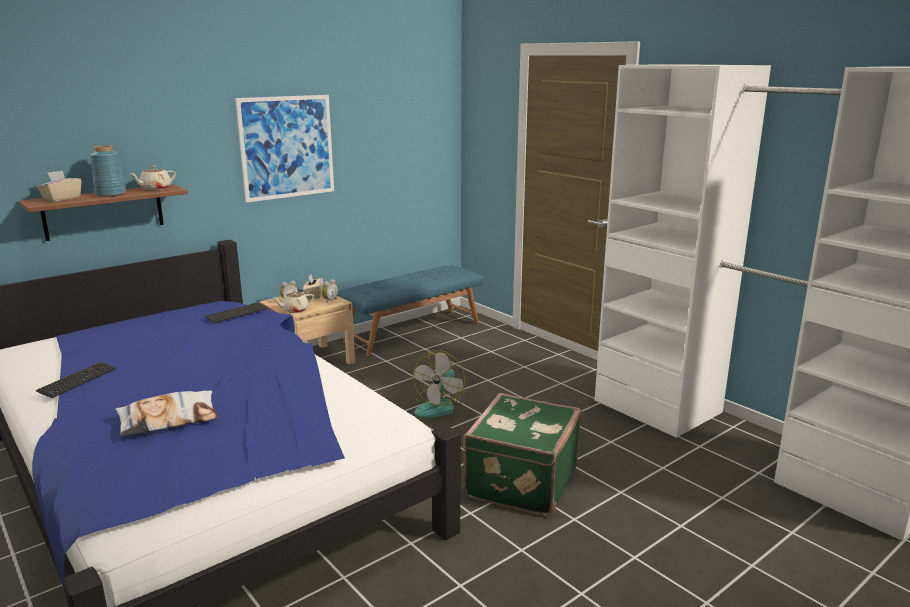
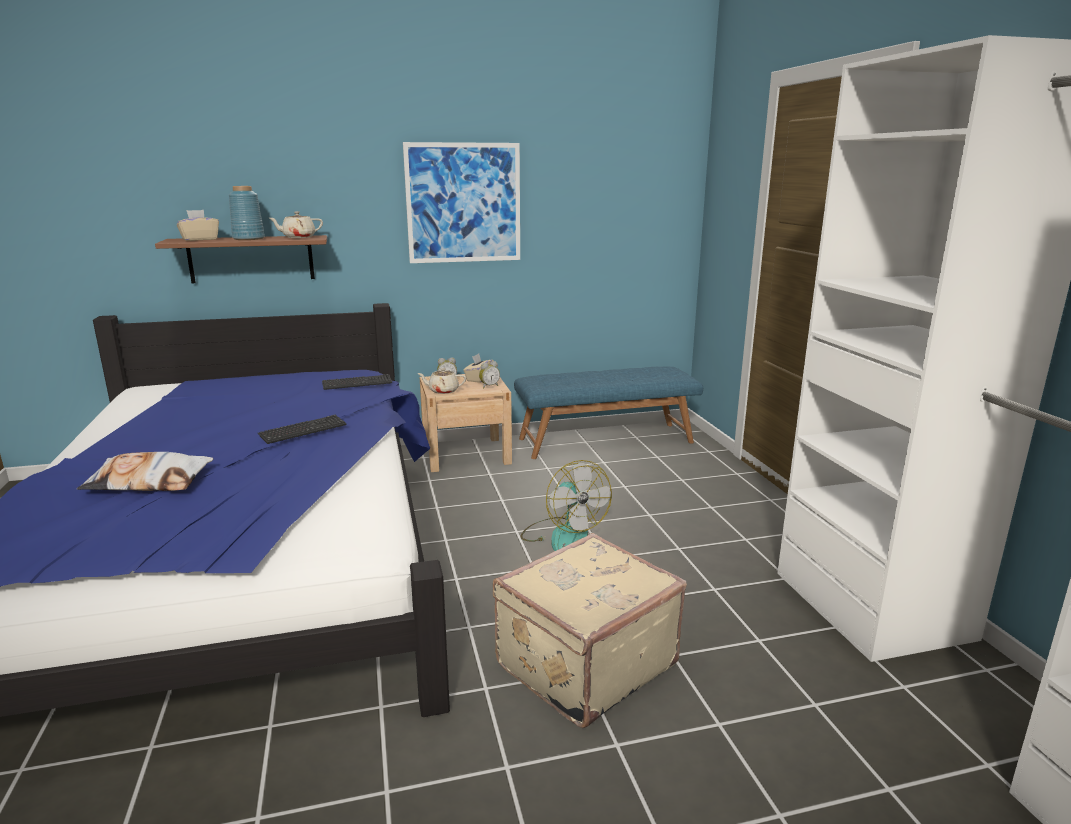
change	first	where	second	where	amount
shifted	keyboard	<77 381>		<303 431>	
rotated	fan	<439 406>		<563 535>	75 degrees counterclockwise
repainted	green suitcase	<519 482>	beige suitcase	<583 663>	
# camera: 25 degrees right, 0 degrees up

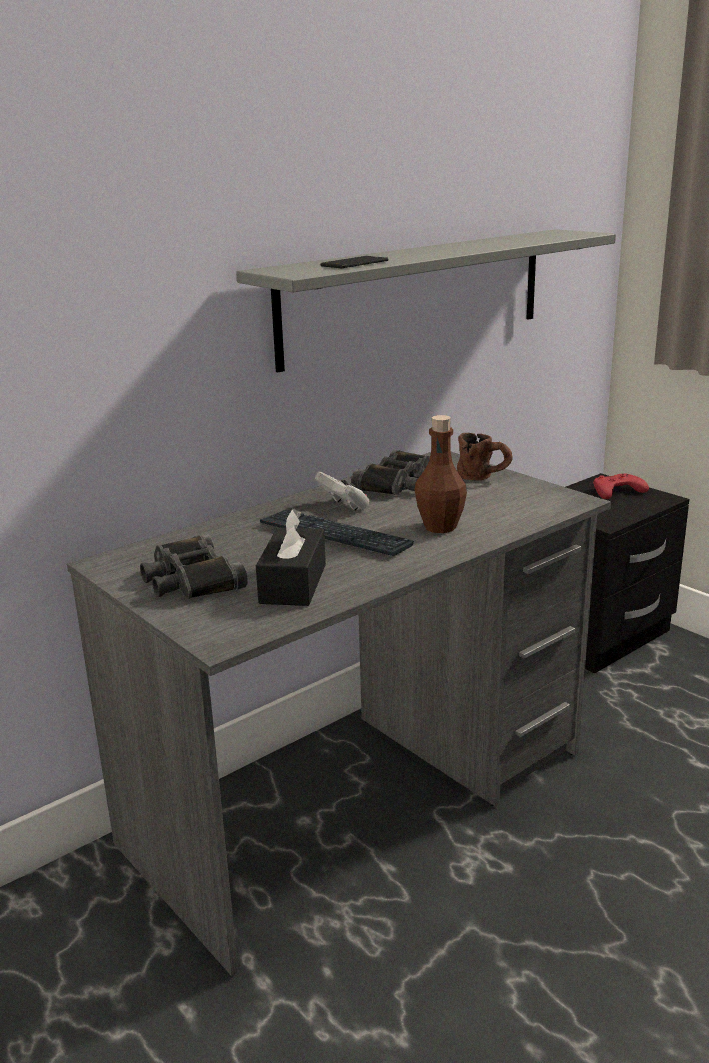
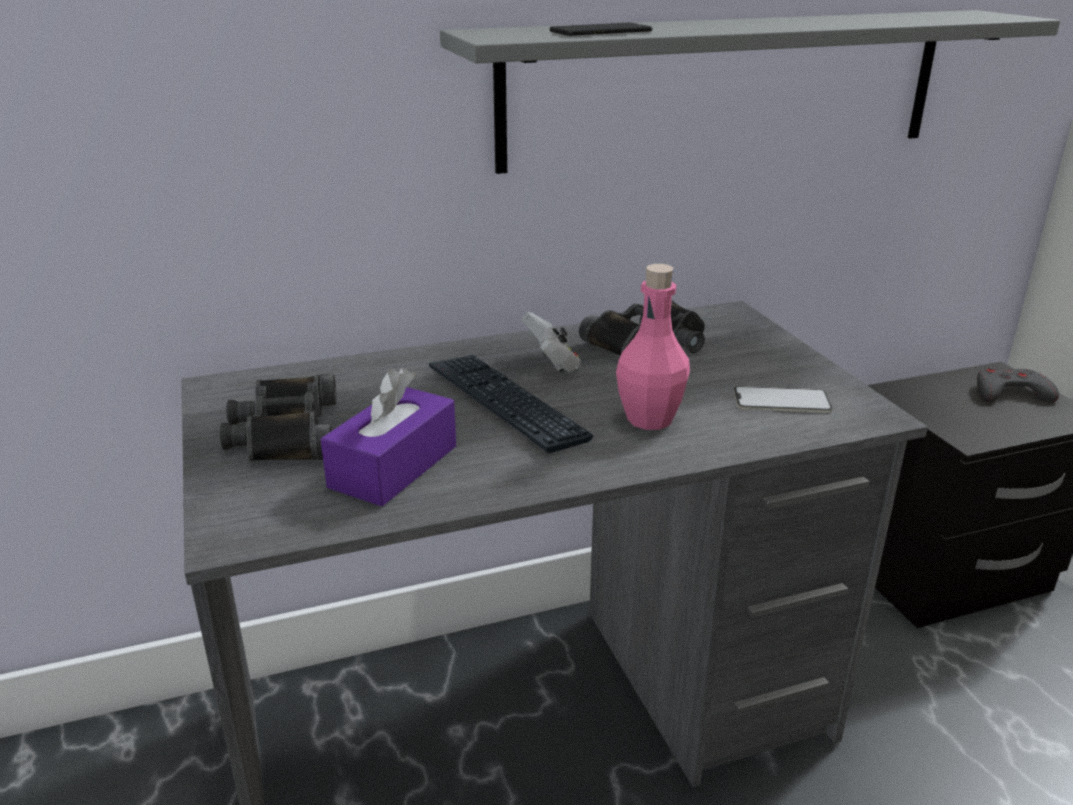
change	first	where	second	where	amount
repainted	black tissue box	<293 583>	purple tissue box	<393 466>	
repainted	brown bottle	<440 527>	pink bottle	<649 419>	
gone	brown mug	<484 477>			
repainted	red game controller	<617 491>	grey game controller	<1010 393>	
new			phone	<781 400>	
# camera: 20 degrees right, 5 degrees up

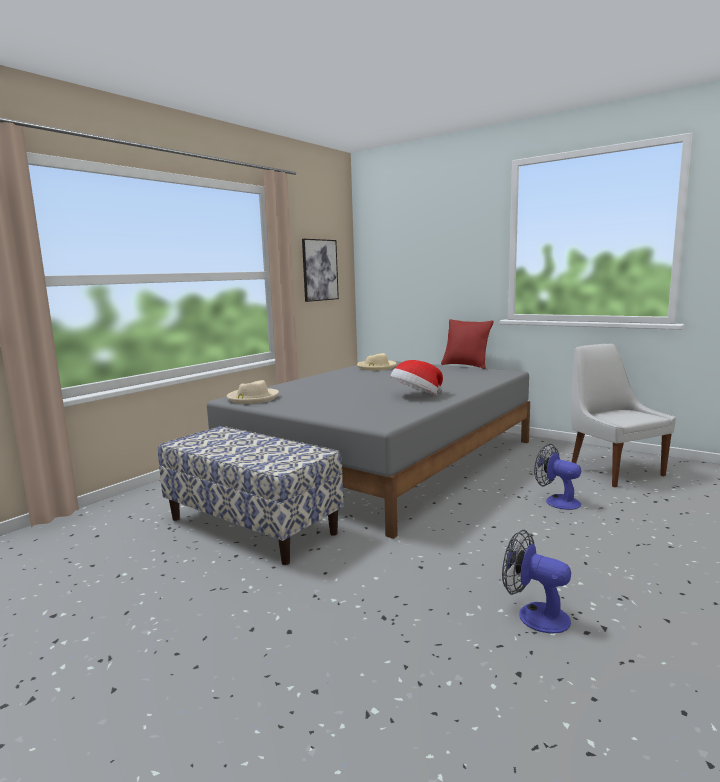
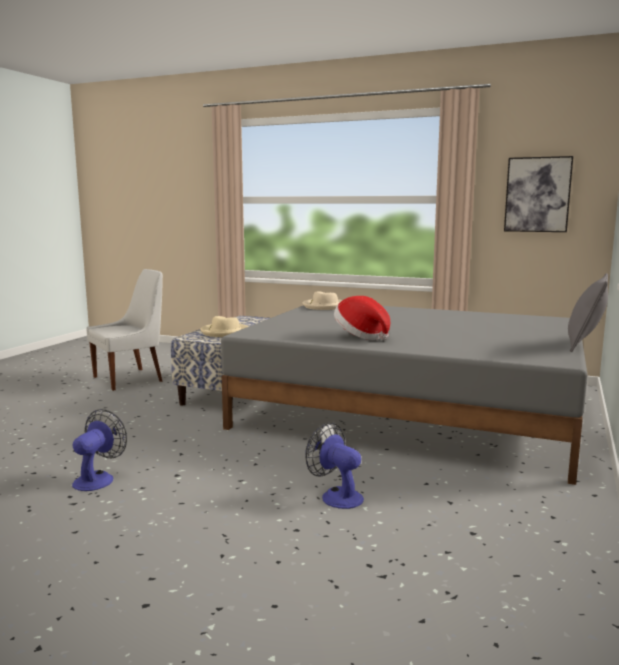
change	first	where	second	where	amount
shifted	beige hat	<376 367>		<225 332>	
repainted	red pillow	<465 365>	grey pillow	<584 345>	
rotated	fan	<557 501>		<336 496>	75 degrees counterclockwise
shifted	white chair	<613 471>		<131 379>	
# camera: 75 degrees right, 0 degrees up

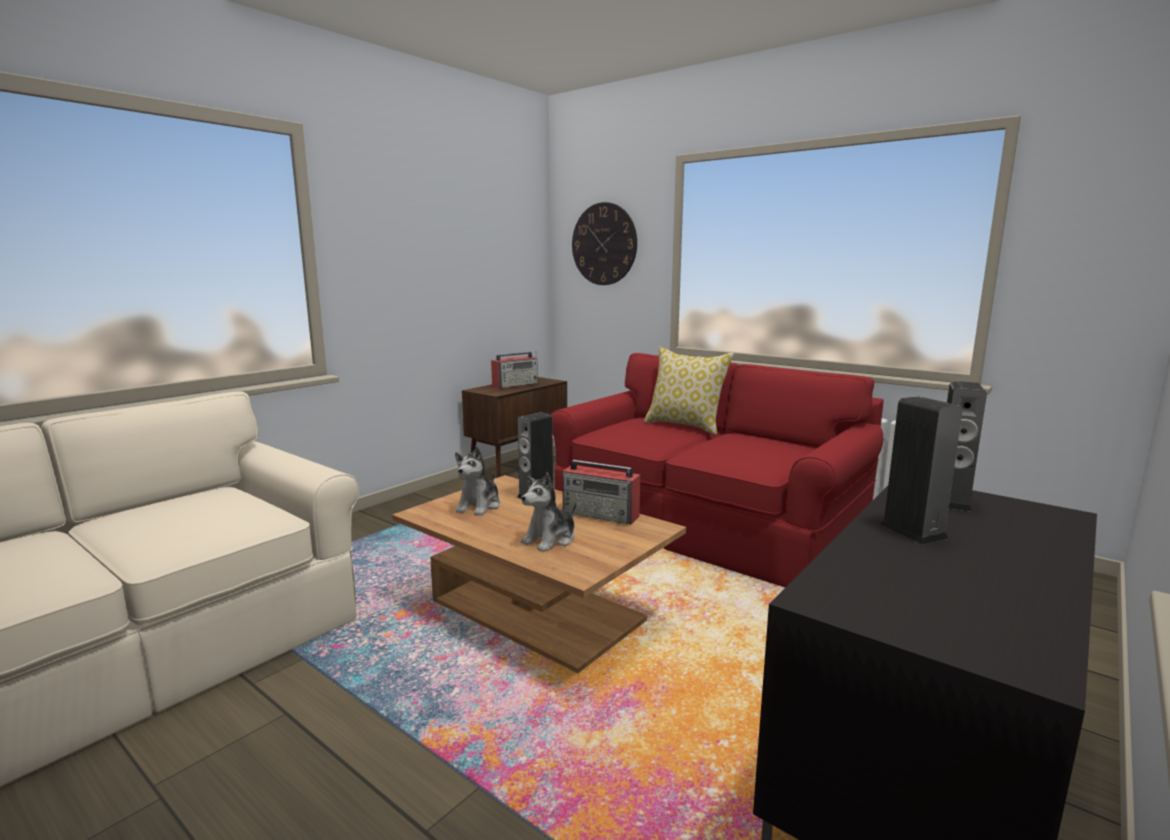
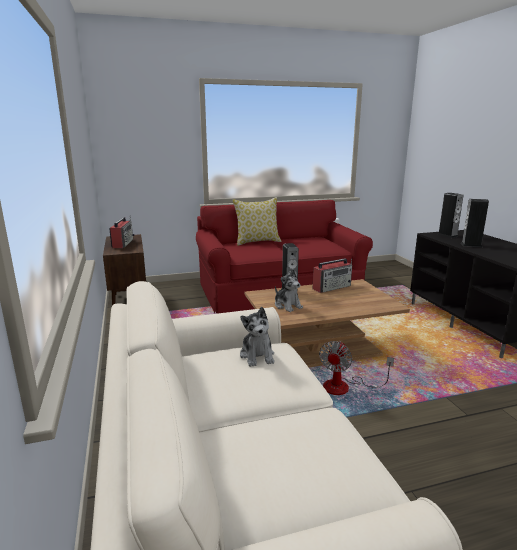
change	first	where	second	where	amount
shifted	plush toy	<550 539>		<257 355>	
gone	wall clock	<604 244>			
new			fan	<345 387>	
# camera: 55 degrees left, 5 degrees up

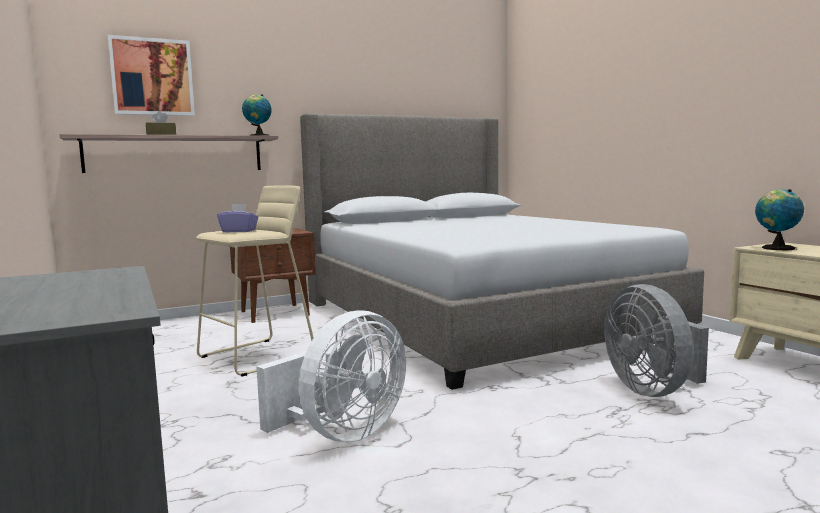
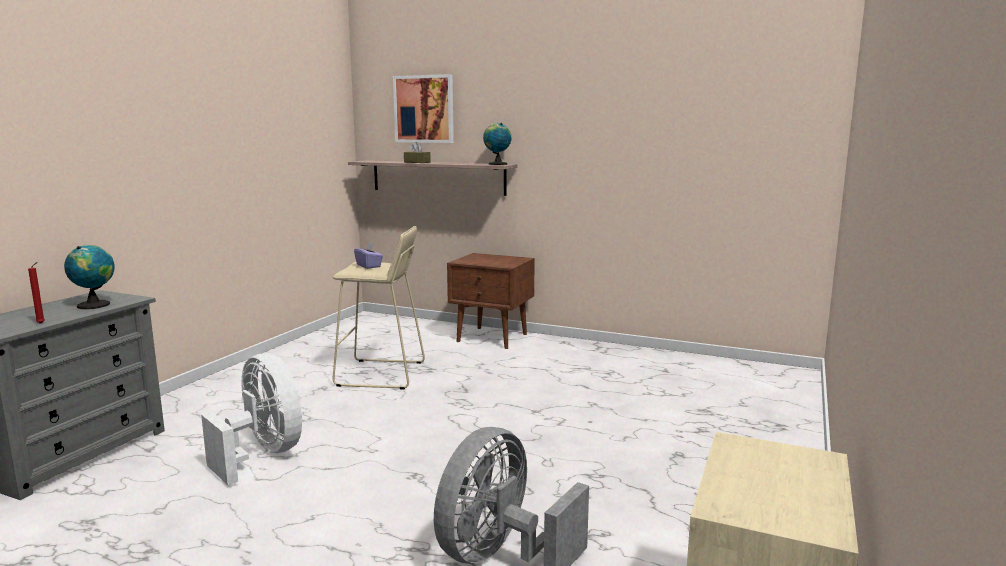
change	first	where	second	where	amount
rotated	white fan	<343 434>		<263 454>	135 degrees counterclockwise
gone	bed	<475 318>			
shifted	globe	<775 248>		<95 304>	
new			red candle	<42 323>	
# camera: 50 degrees right, 5 degrees up

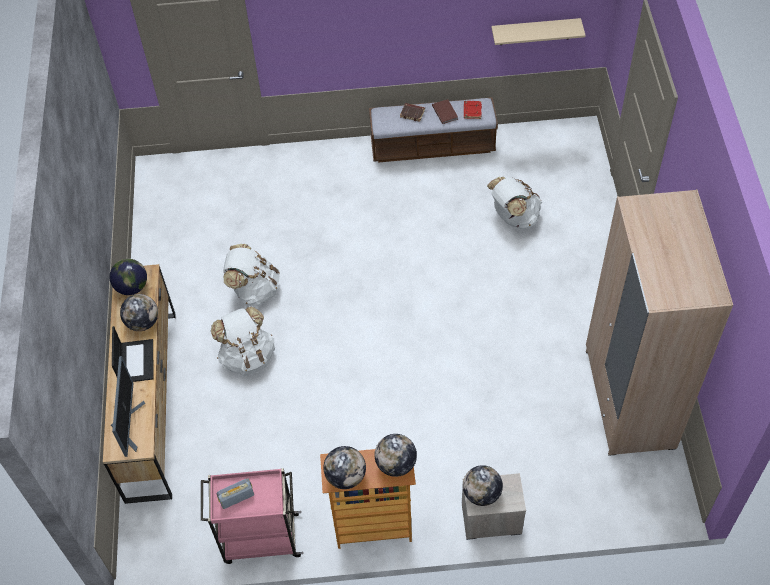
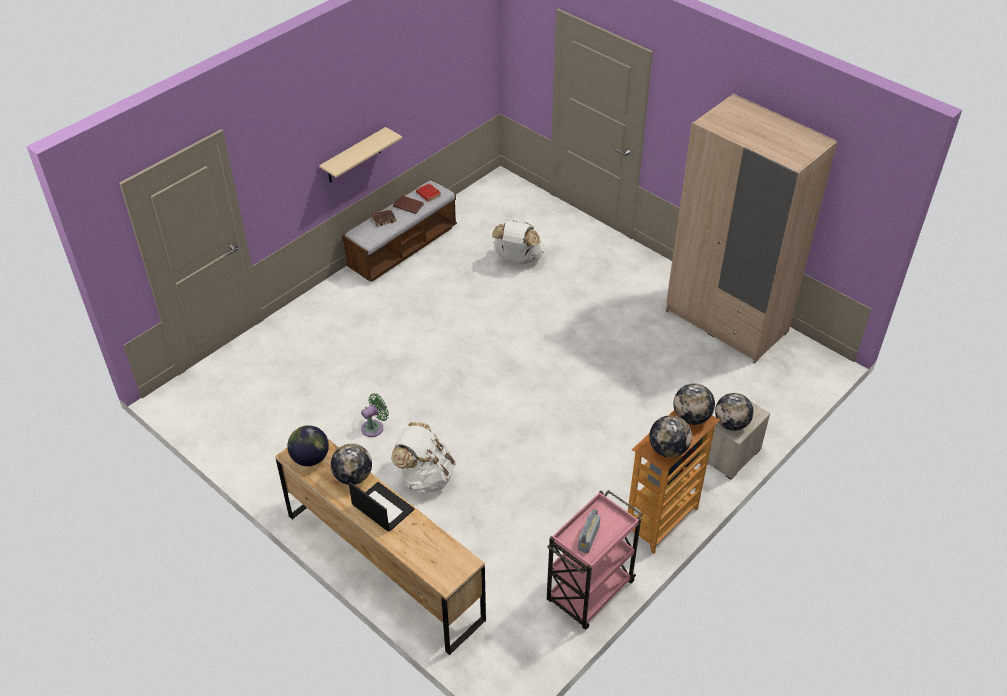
change	first	where	second	where	amount
gone	monitor	<128 425>			
swapped	white backpack	<254 290>	green fan	<374 427>	
shifted	beige shelf	<535 31>		<354 156>	
# camera: 45 degrees left, 10 degrees down

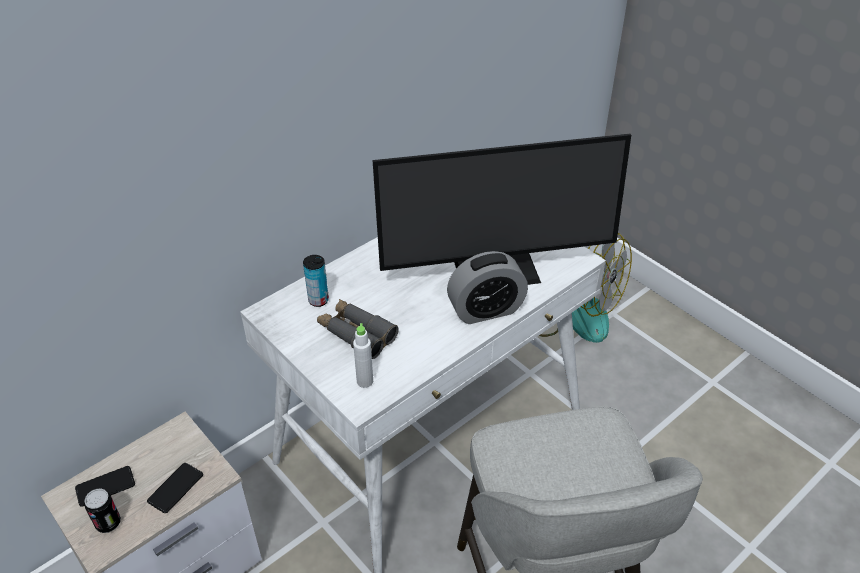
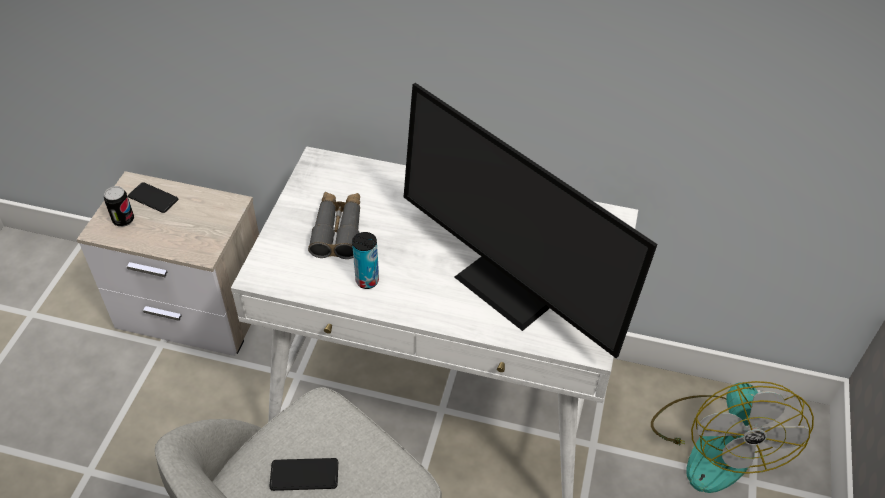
change	first	where	second	where	amount
shifted	phone	<175 488>		<304 475>	
shifted	can	<318 300>		<367 281>	
gone	white bottle	<365 381>			
gone	alarm clock	<486 310>			
# camera: 55 degrees right, 5 degrees up

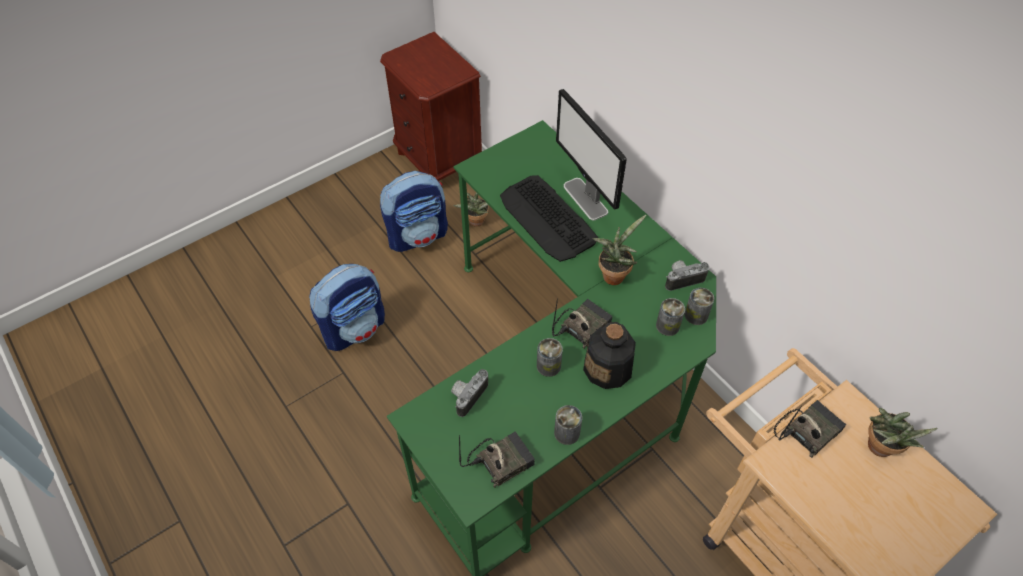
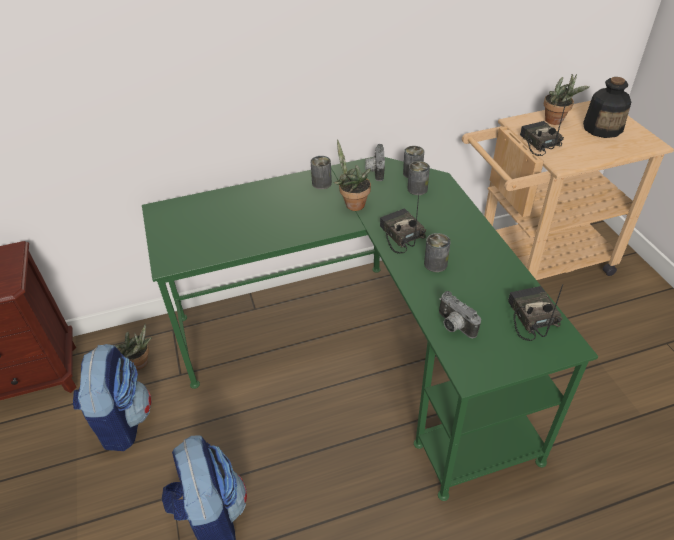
change	first	where	second	where	amount
gone	keyboard	<547 219>			
shifted	can	<567 433>		<321 183>	
gone	monitor	<585 199>			
shifted	bottle	<608 368>		<602 128>	
# camera: 70 degrees left, 10 degrees down

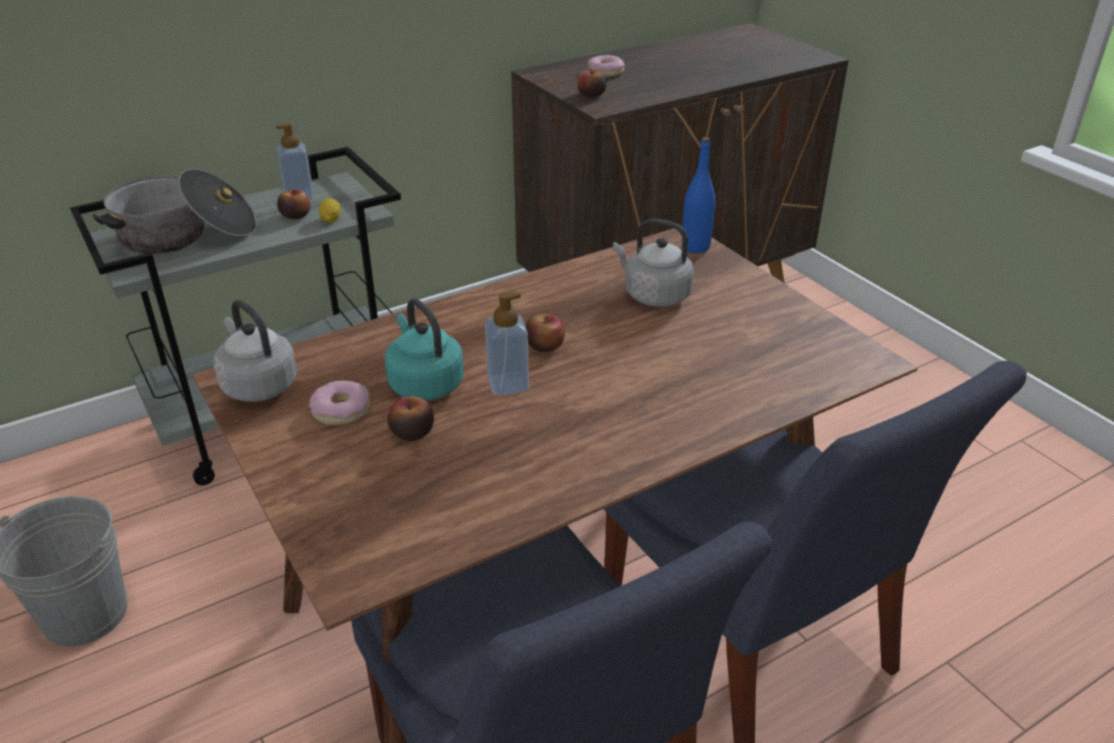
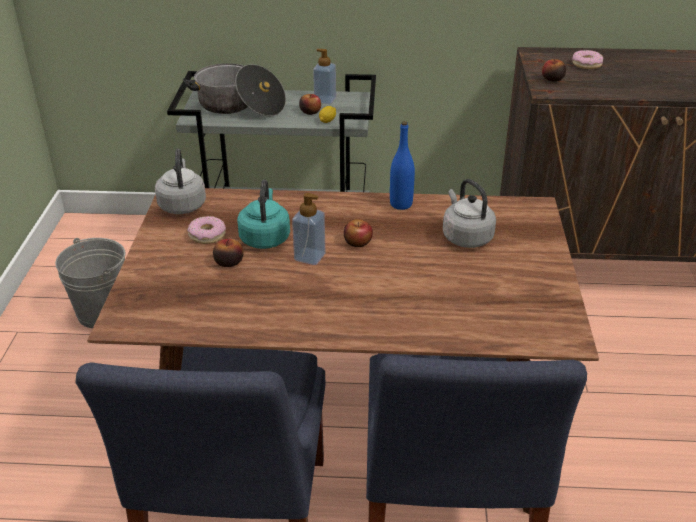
change	first	where	second	where	amount
shifted	blue bottle	<695 247>		<401 204>	
# camera: 35 degrees right, 0 degrees up

